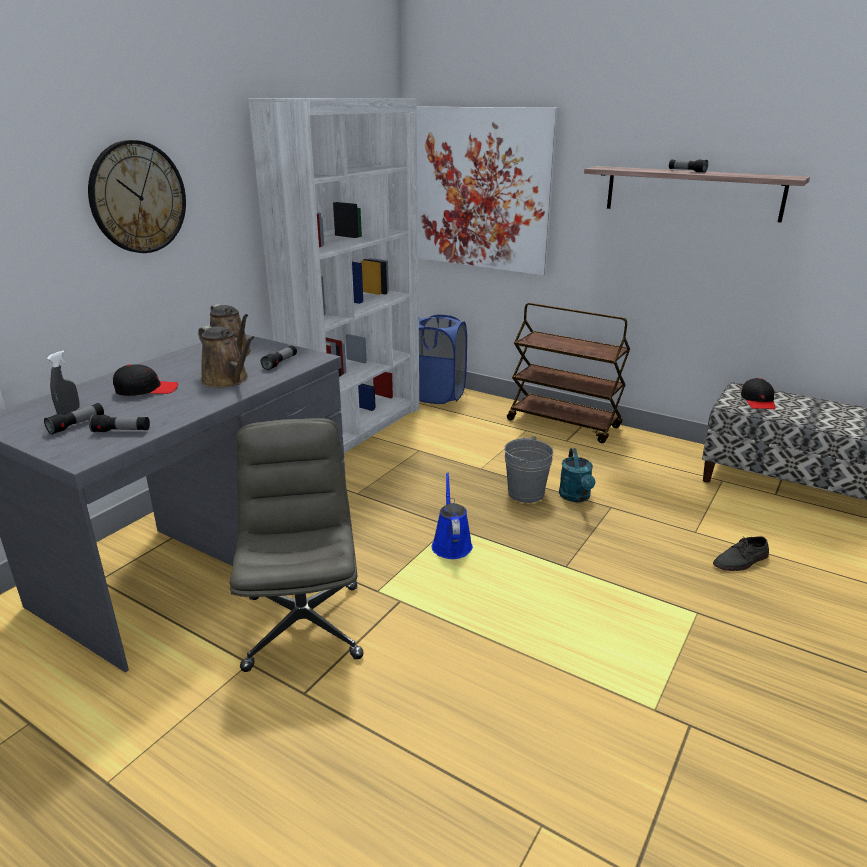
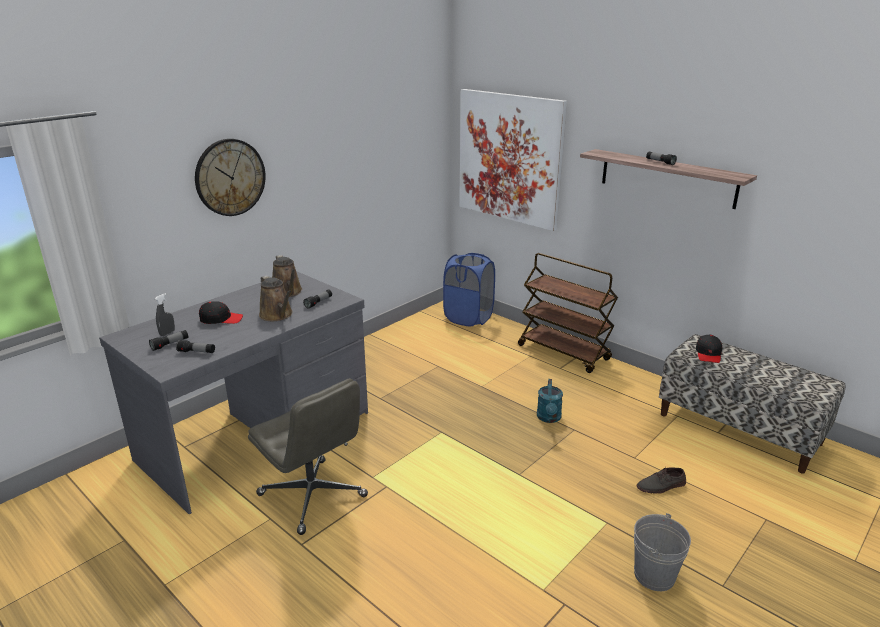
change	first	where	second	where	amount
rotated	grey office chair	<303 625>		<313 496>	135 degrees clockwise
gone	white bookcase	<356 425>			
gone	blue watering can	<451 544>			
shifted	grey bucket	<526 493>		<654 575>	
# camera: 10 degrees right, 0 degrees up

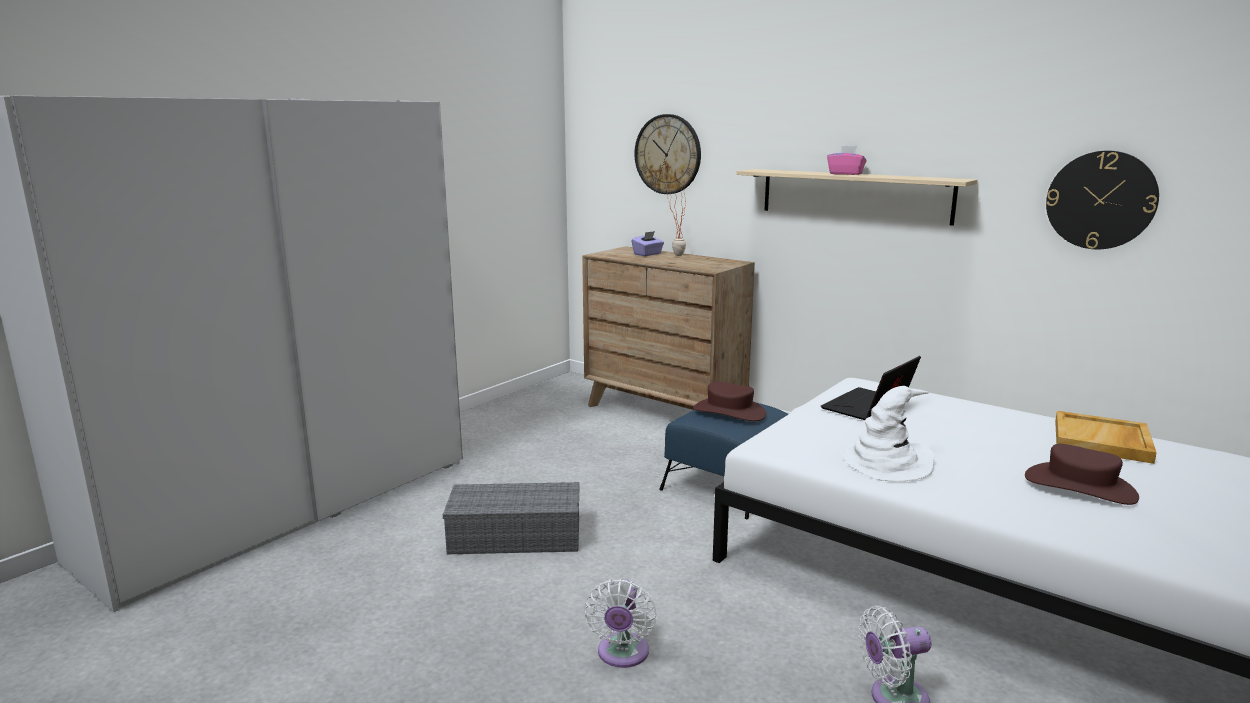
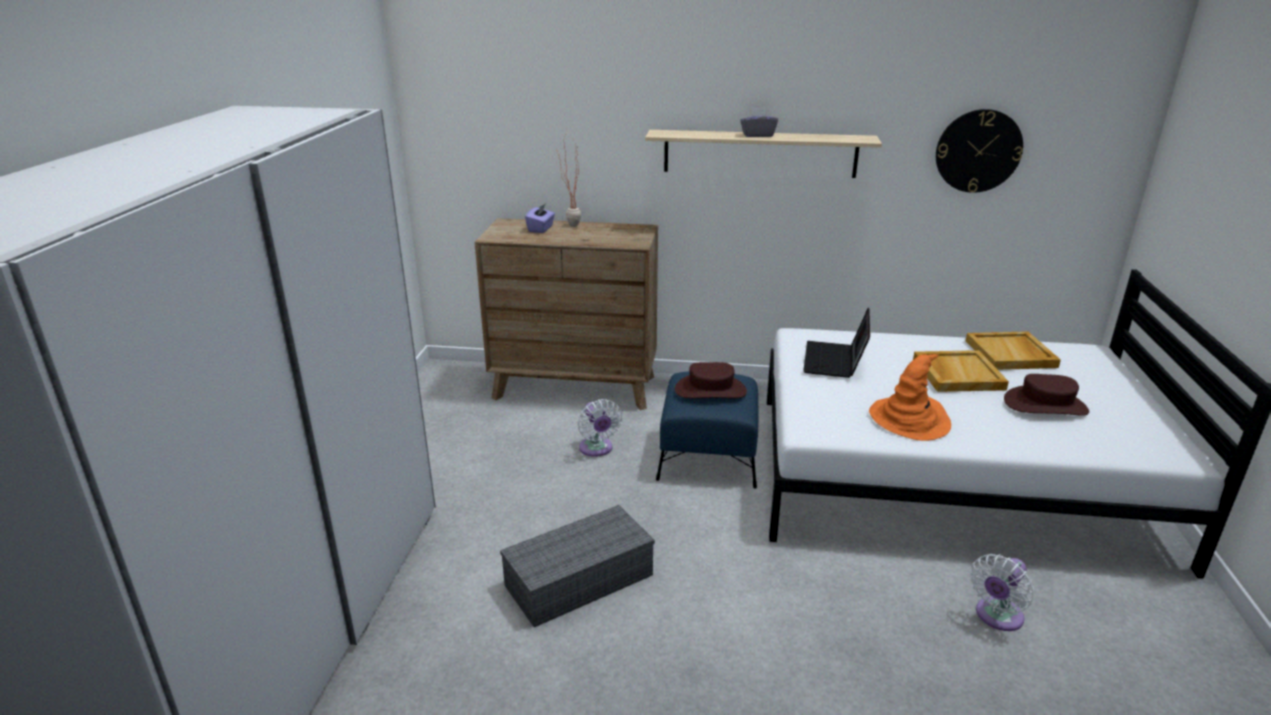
change	first	where	second	where	amount
shifted	white fan	<622 655>		<597 449>	
gone	wall clock	<668 154>			
repainted	pink tissue box	<845 174>	grey tissue box	<757 135>	
repainted	white hat	<887 462>	orange hat	<910 419>	
new			beige tray	<957 374>	
# camera: 30 degrees left, 10 degrees up

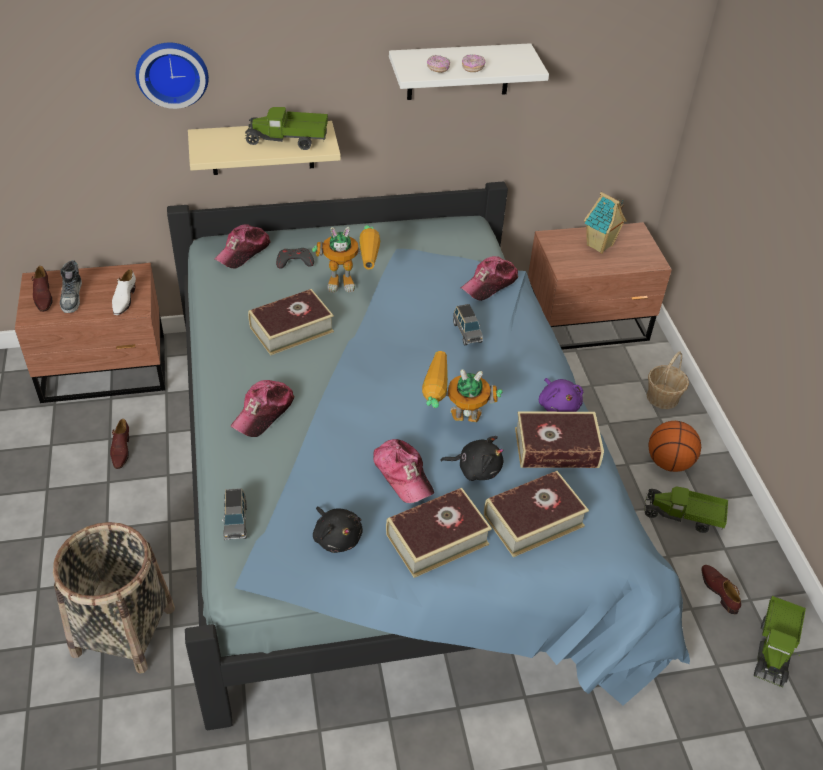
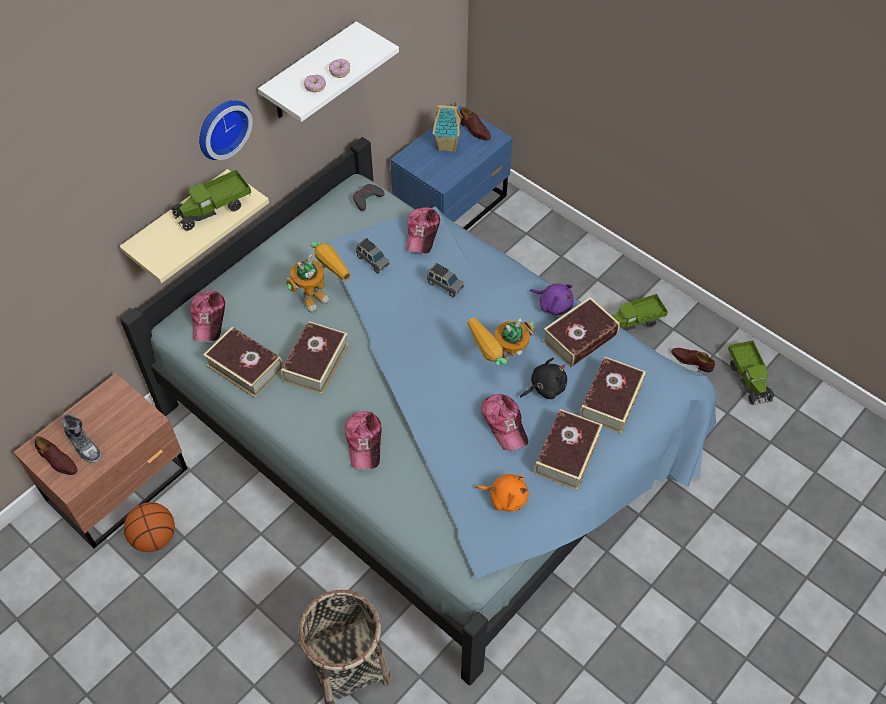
change	first	where	second	where	amount
shifted	brown shoe	<121 450>		<474 130>	
gone	white shoe	<124 300>			
shifted	wall clock	<172 73>		<221 127>	
shifted	grey toy car	<235 522>		<372 261>	
shifted	grey game controller	<294 261>		<367 198>	
repainted	black plush toy	<337 537>	orange plush toy	<505 497>	
rotated	cap	<402 475>		<504 424>	45 degrees clockwise
repainted	brown nightstand	<588 323>	blue nightstand	<453 207>	
gone	basket	<663 397>			
shifted	basketball	<668 462>		<154 537>	
new			book	<245 367>	
# camera: 35 degrees left, 10 degrees up

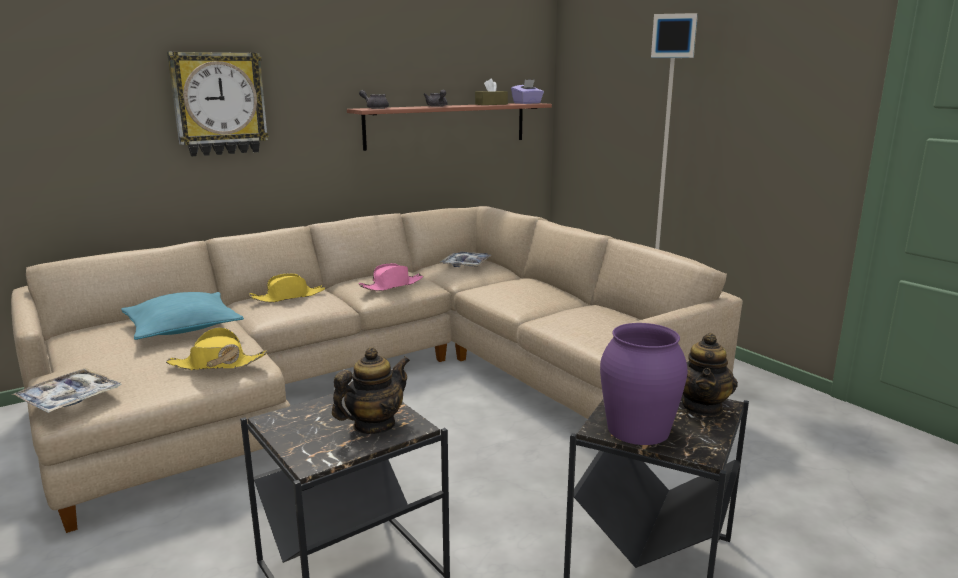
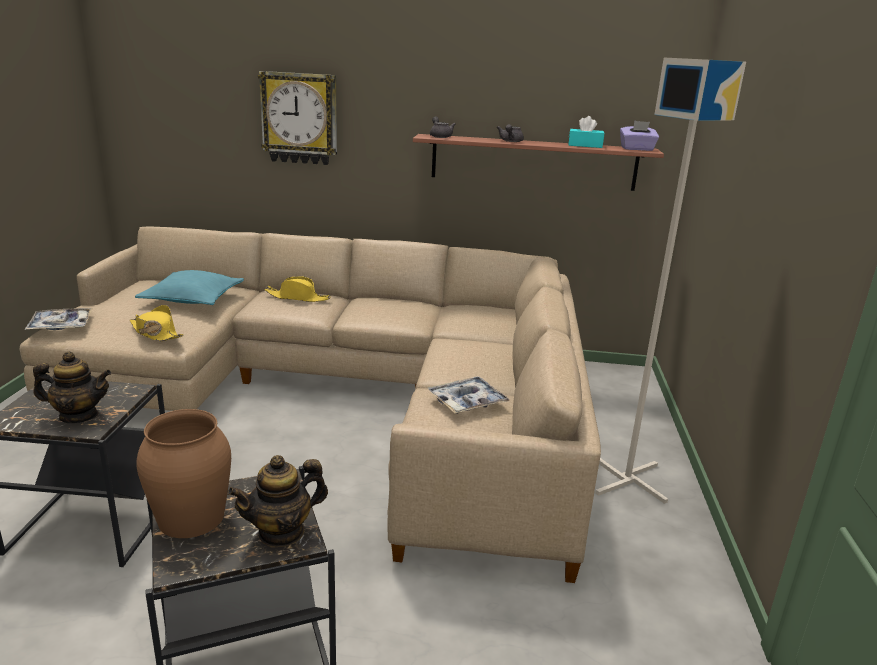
change	first	where	second	where	amount
gone	pink hat	<392 285>			
shifted	tray	<466 264>		<467 402>	
repainted	brown tissue box	<491 104>	turquoise tissue box	<585 145>	
repainted	purple vase	<637 429>	brown vase	<191 517>	
# camera: 40 degrees right, 5 degrees up

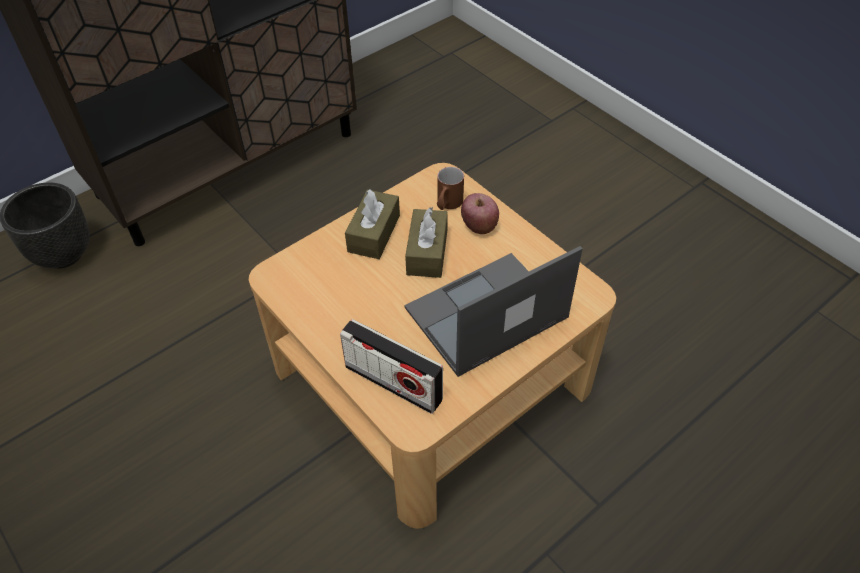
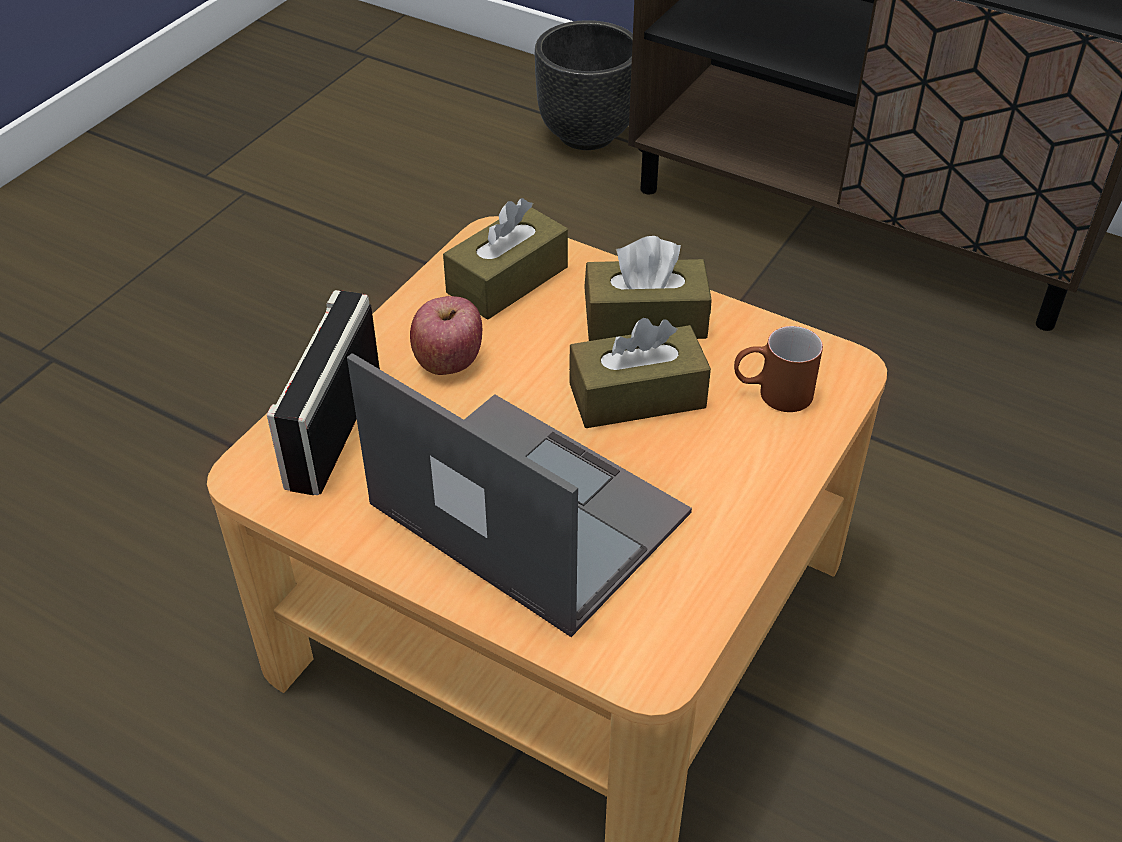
change	first	where	second	where	amount
shifted	apple	<479 226>		<448 361>	
new			brown tissue box	<507 280>	
# camera: 70 degrees right, 5 degrees down

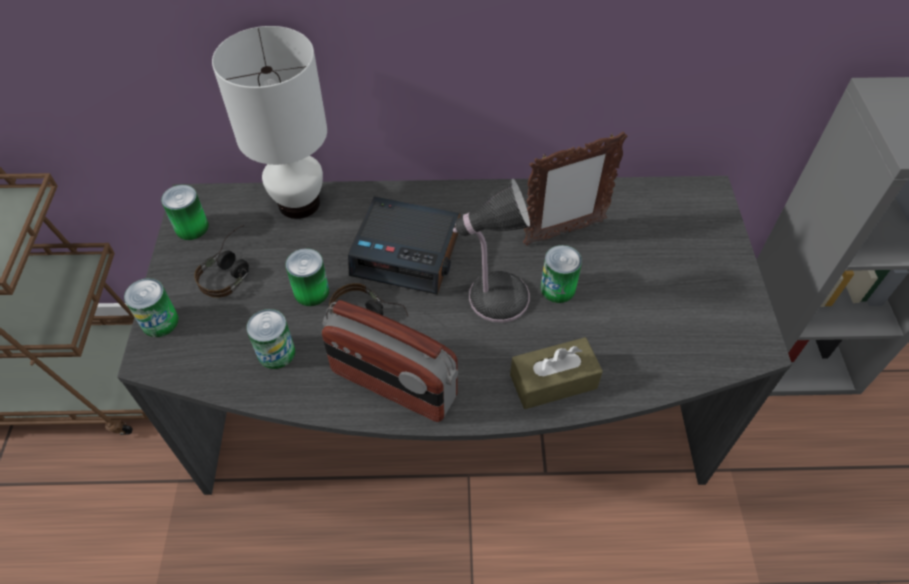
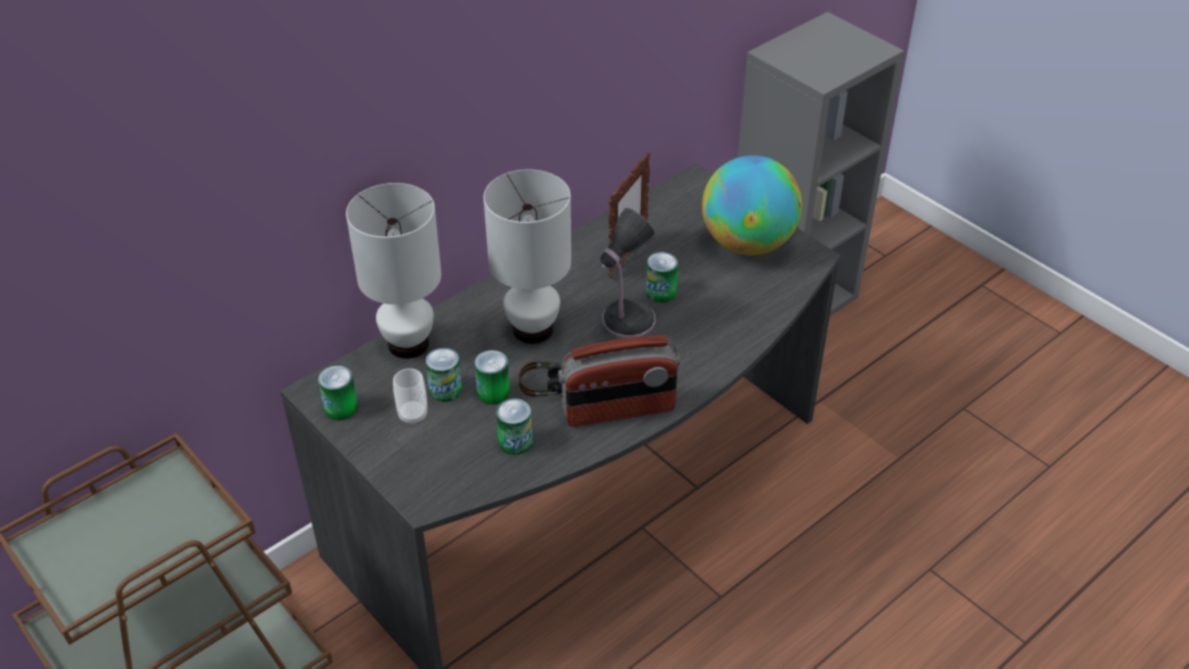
change	first	where	second	where	amount
shifted	can	<160 322>		<445 390>	
swapped	headphones	<231 269>	cup	<413 415>	
swapped	alarm clock	<407 252>	white table lamp	<533 329>	
gone	brown tissue box	<553 381>			
new			globe	<748 244>	
# camera: 40 degrees left, 10 degrees down

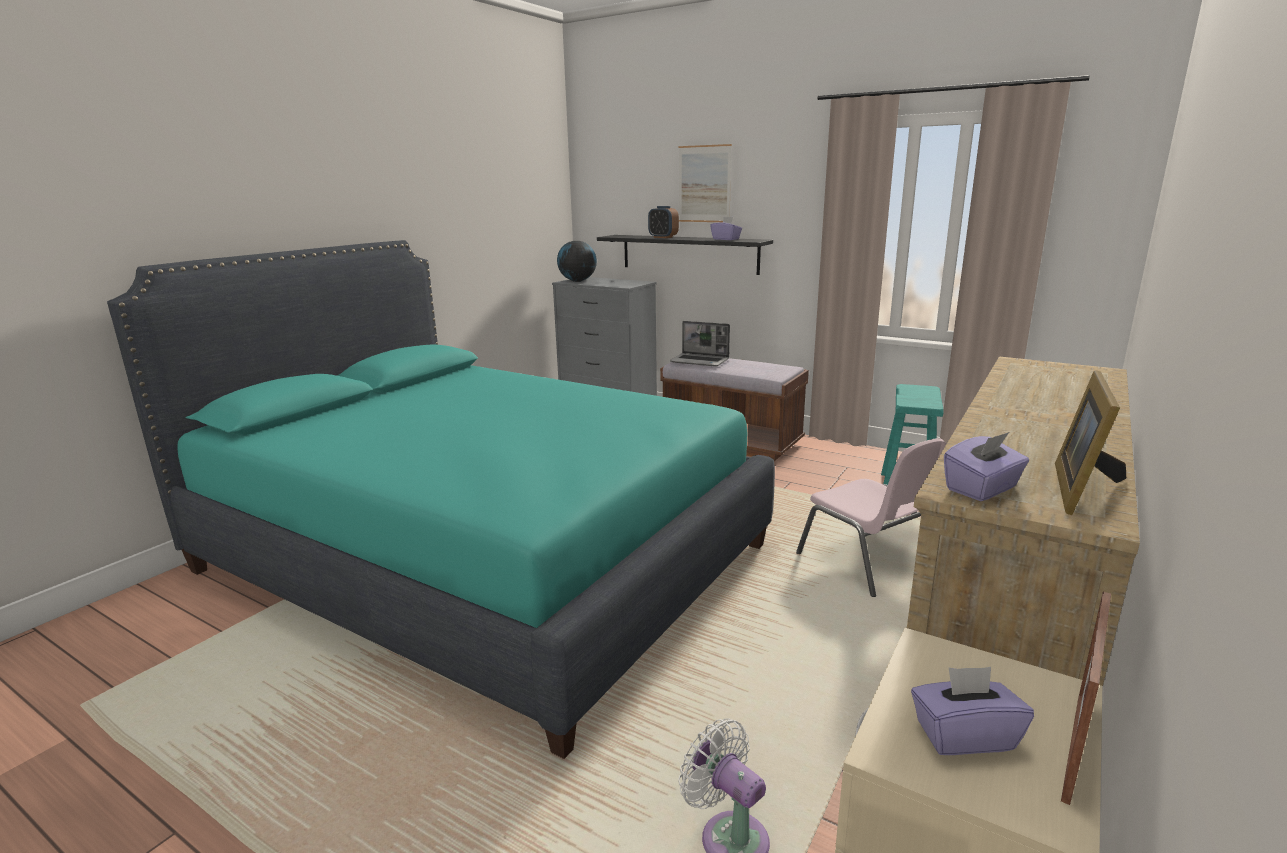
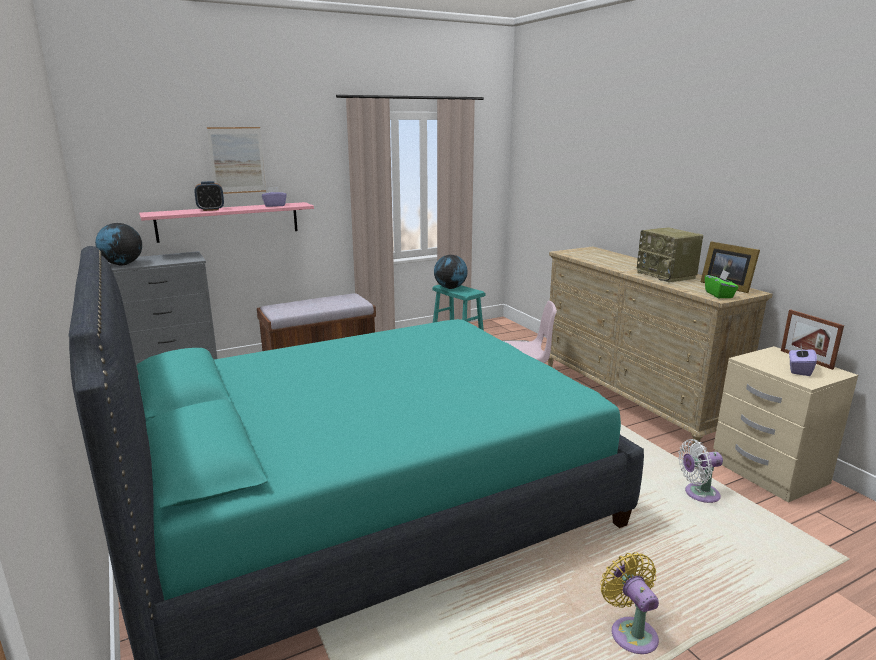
change	first	where	second	where	amount
repainted	black shelf	<689 254>	pink shelf	<228 221>	
gone	laptop	<700 361>			
repainted	purple tissue box	<982 489>	green tissue box	<719 295>	
new			globe	<450 288>	
new			yellow fan	<631 632>	
new			radio	<667 275>	
# camera: 60 degrees left, 0 degrees up

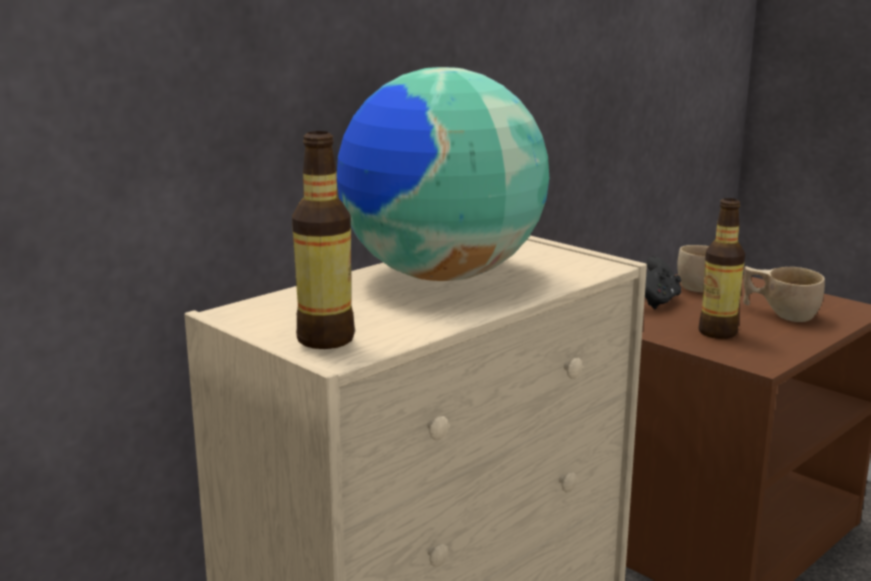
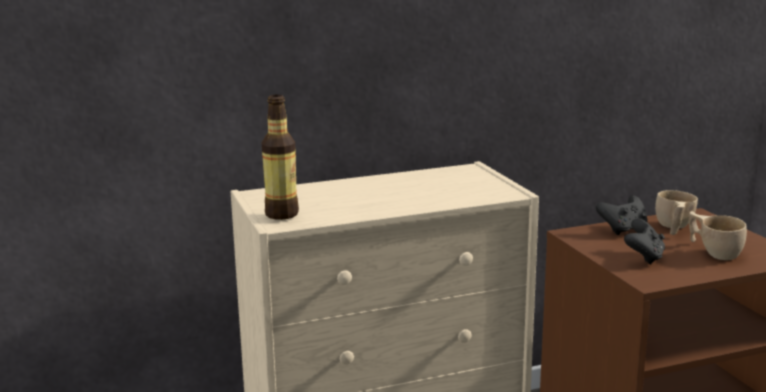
change	first	where	second	where	amount
gone	globe	<440 276>			
swapped	bottle	<717 332>	black game controller	<644 257>	
# camera: 25 degrees right, 0 degrees up

